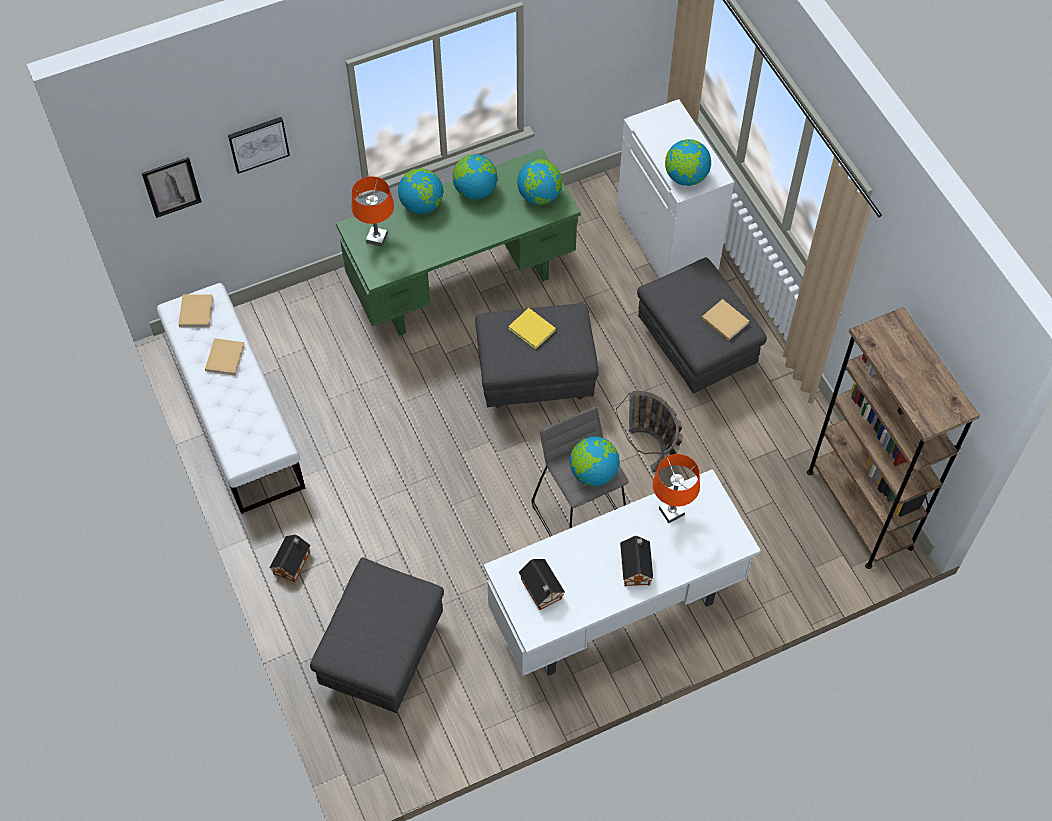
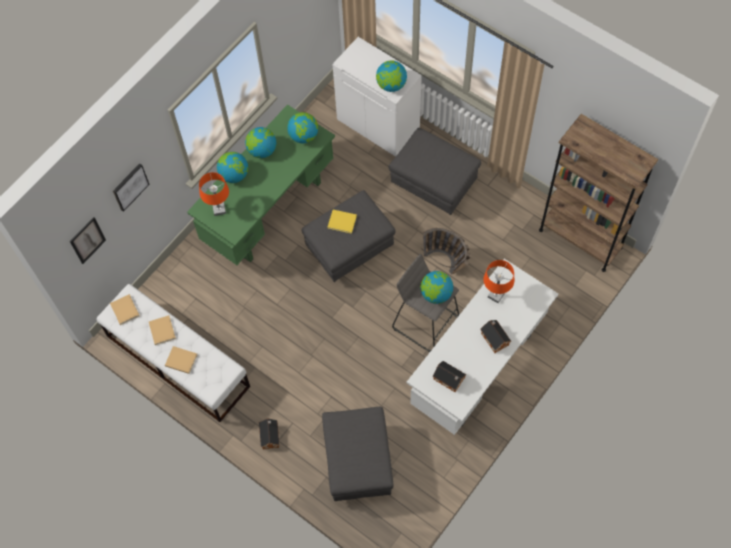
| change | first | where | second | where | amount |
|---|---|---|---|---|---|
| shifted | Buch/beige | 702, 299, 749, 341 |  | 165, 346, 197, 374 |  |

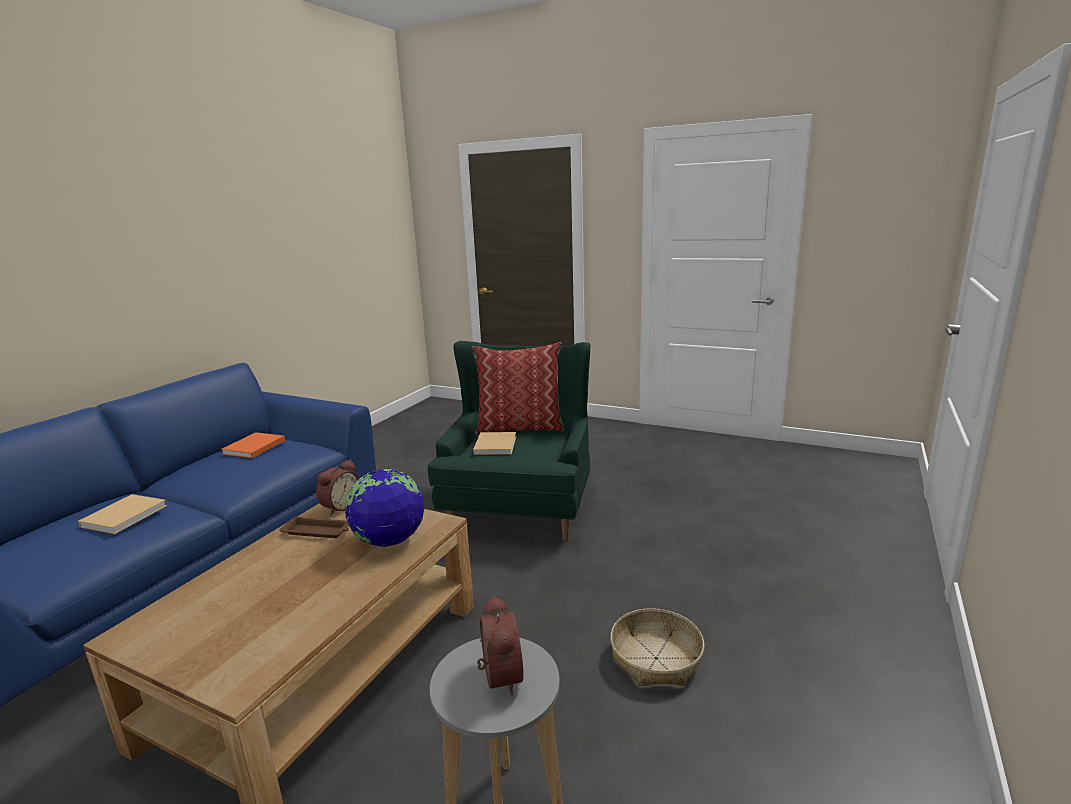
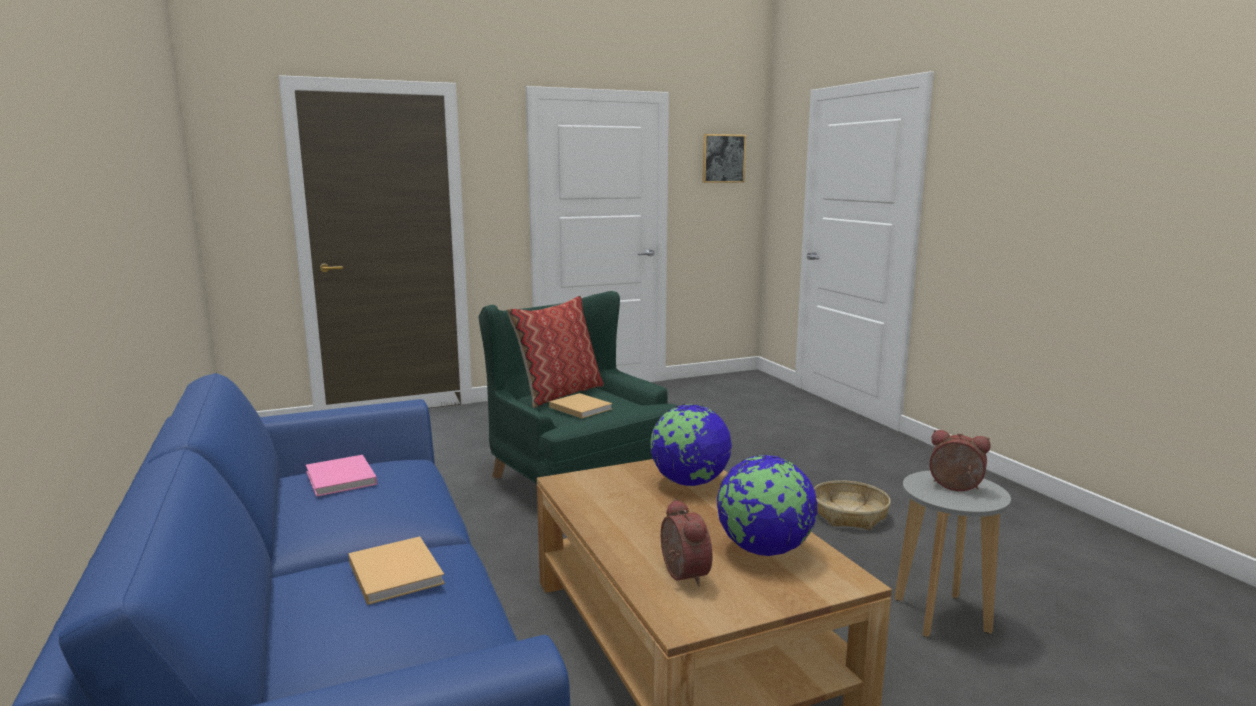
| change | first | where | second | where | amount |
|---|---|---|---|---|---|
| repainted | Buch/orange | 221, 432, 285, 458 | Buch/rosa | 306, 455, 377, 497 |  |
| gone | Tablett/braun | 280, 516, 349, 538 |  |  |  |
| shifted | Wecker | 316, 459, 359, 515 |  | 661, 499, 713, 586 |  |
| new |  |  | Bild | 702, 134, 746, 183 |  |
| new |  |  | Globus | 717, 454, 818, 556 |  |

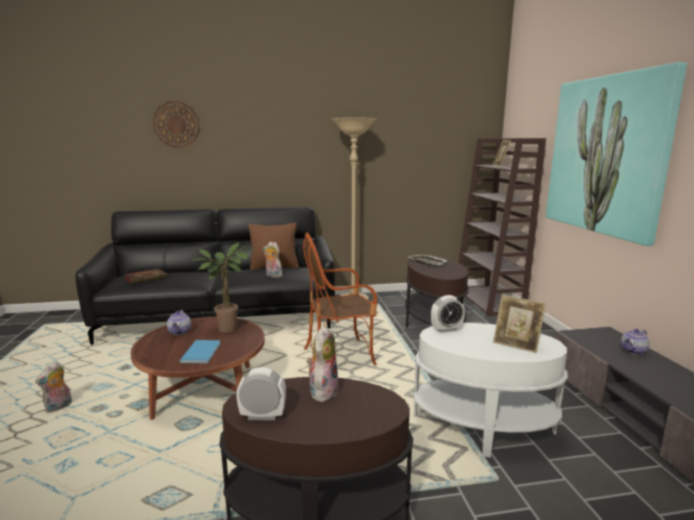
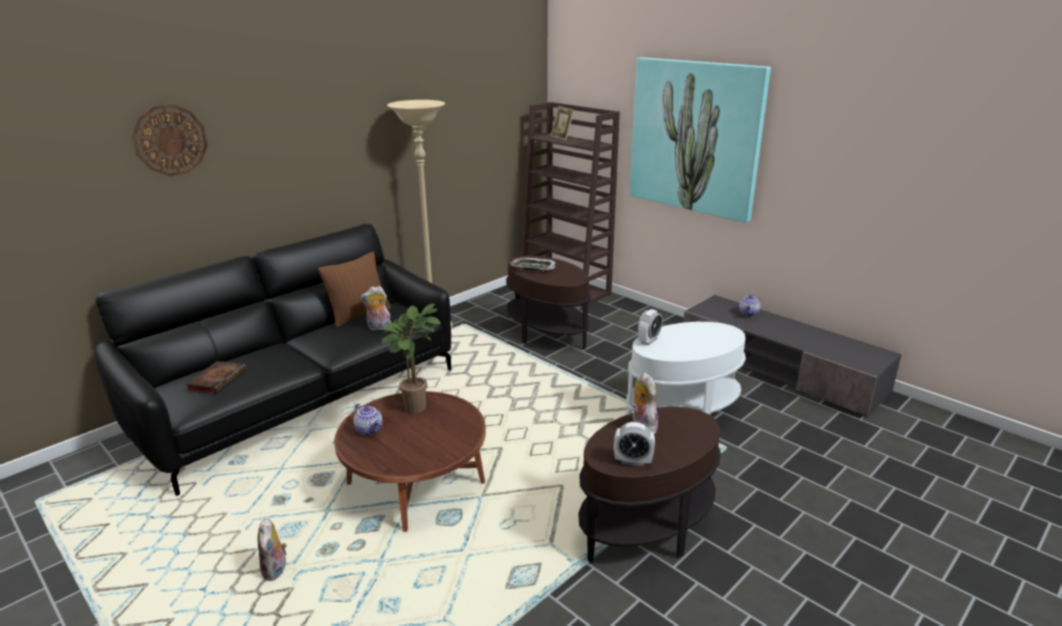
| change | first | where | second | where | amount |
|---|---|---|---|---|---|
| gone | Buch/blau | 179, 340, 221, 363 |  |  |  |
| rotated | Wecker | 236, 367, 286, 420 |  | 614, 422, 655, 466 | 135 degrees counterclockwise |
| gone | Sessel | 303, 232, 377, 365 |  |  |  |
| gone | Bilderrahmen | 493, 295, 546, 353 |  |  |  |

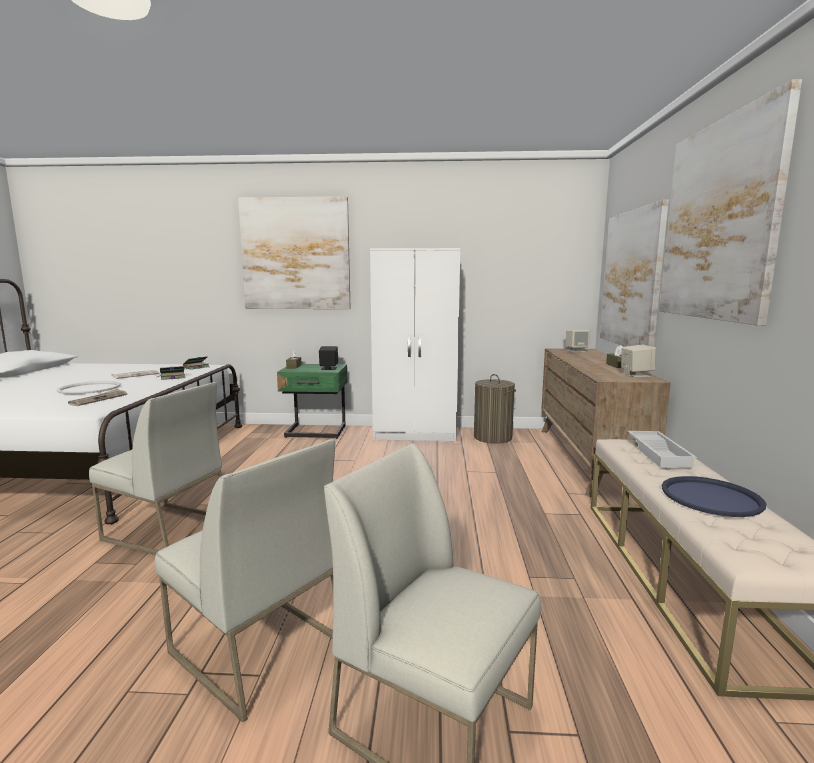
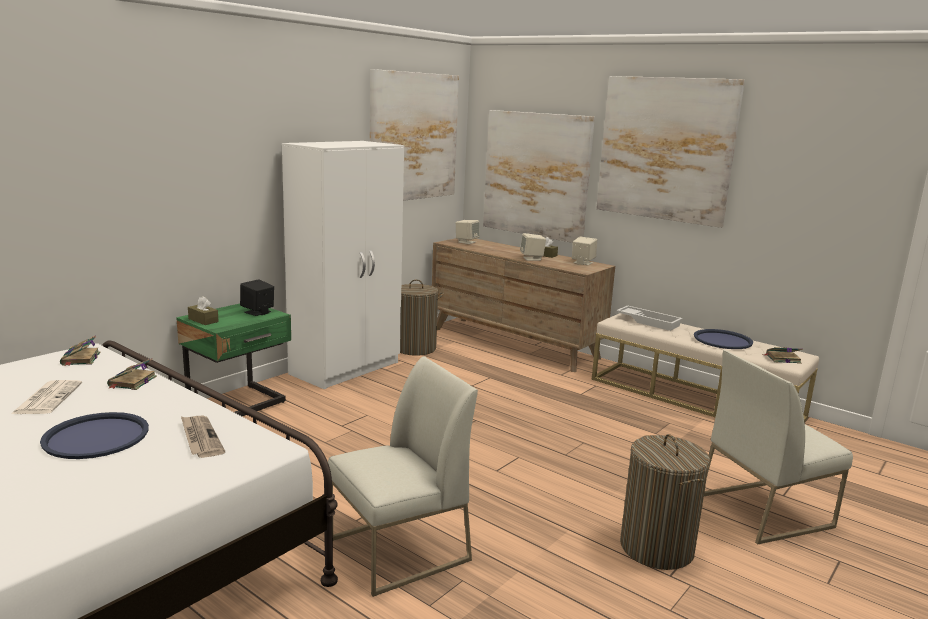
| change | first | where | second | where | amount |
|---|---|---|---|---|---|
| repainted | Tablett/weiß | 56, 381, 121, 394 | Tablett/blau | 40, 412, 149, 459 |  |
| swapped | Stuhl/weiß | 155, 439, 335, 722 | Wäschekorb | 620, 434, 710, 570 |  |
| shifted | Bild | 238, 196, 351, 309 |  | 370, 69, 459, 201 |  |
| new |  |  | Lautsprecher/beige | 520, 233, 546, 261 |  |
| new |  |  | Buch | 763, 347, 803, 364 |  |

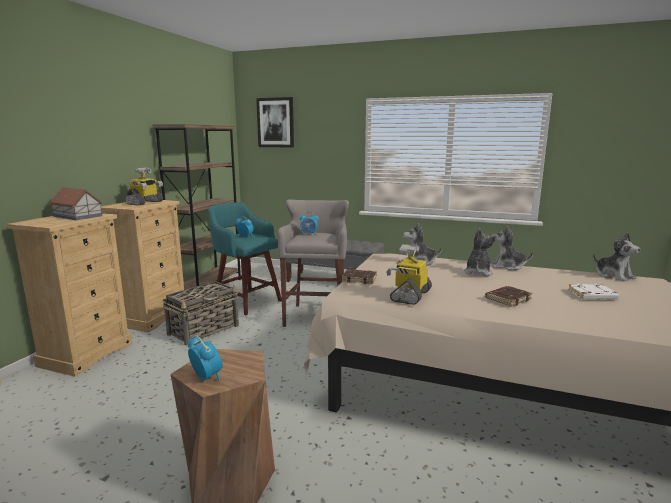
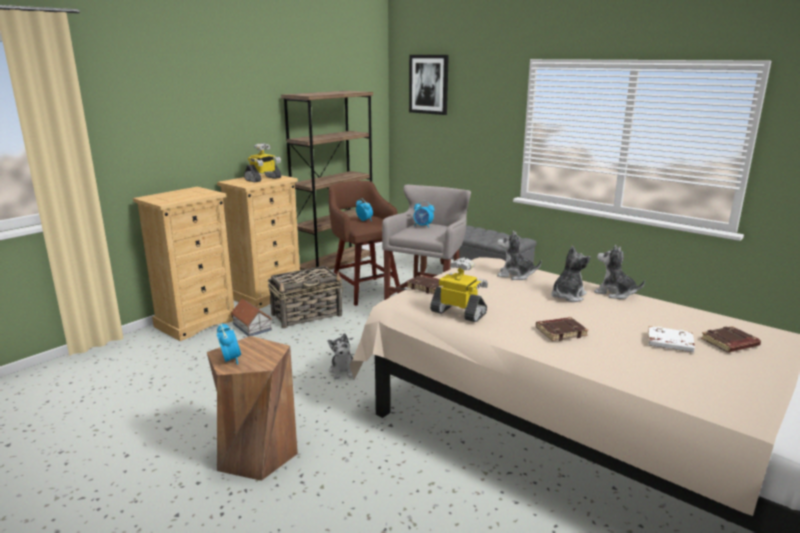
| change | first | where | second | where | amount |
|---|---|---|---|---|---|
| shifted | Spielzeughaus | 50, 187, 102, 220 |  | 231, 299, 272, 337 |  |
| repainted | Hocker/türkis | 208, 202, 282, 315 | Hocker/braun | 329, 181, 400, 306 |  |
| rotated | Spielzeugroboter | 386, 244, 432, 305 |  | 430, 258, 488, 322 | 75 degrees clockwise |
| shifted | Plüschtier | 593, 232, 640, 282 |  | 328, 333, 353, 379 |  |
| new |  |  | Buch/braun | 701, 326, 761, 352 |  |

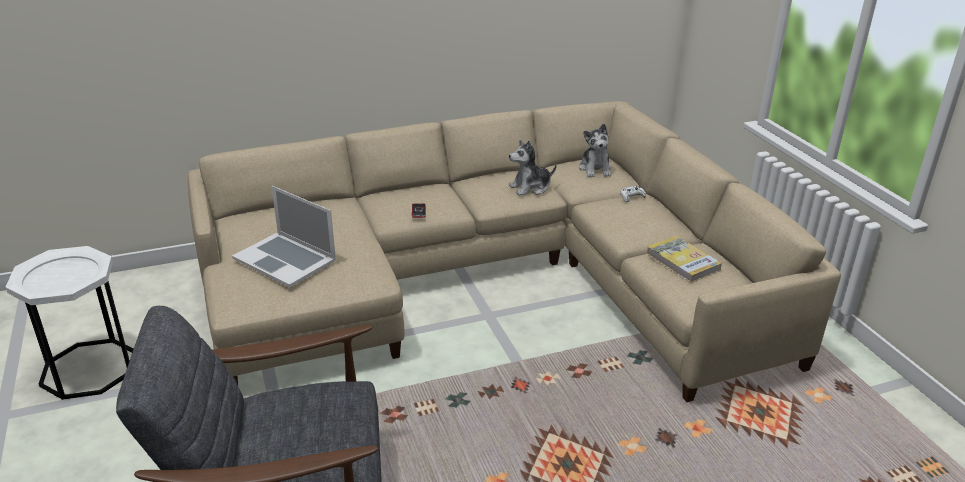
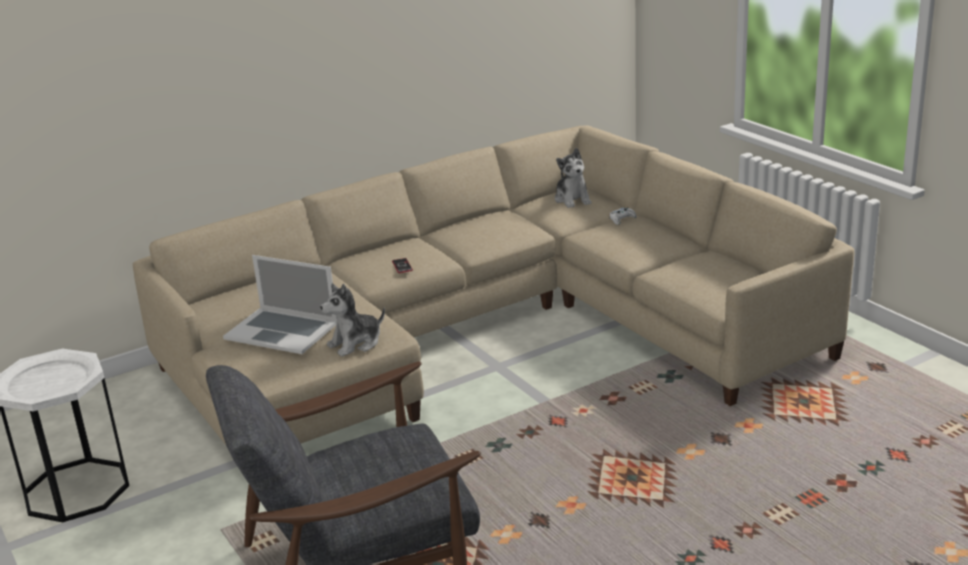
| change | first | where | second | where | amount |
|---|---|---|---|---|---|
| shifted | Plüschtier | 509, 140, 557, 196 |  | 320, 284, 385, 357 |  |
| gone | Buch | 646, 236, 722, 283 |  |  |  |

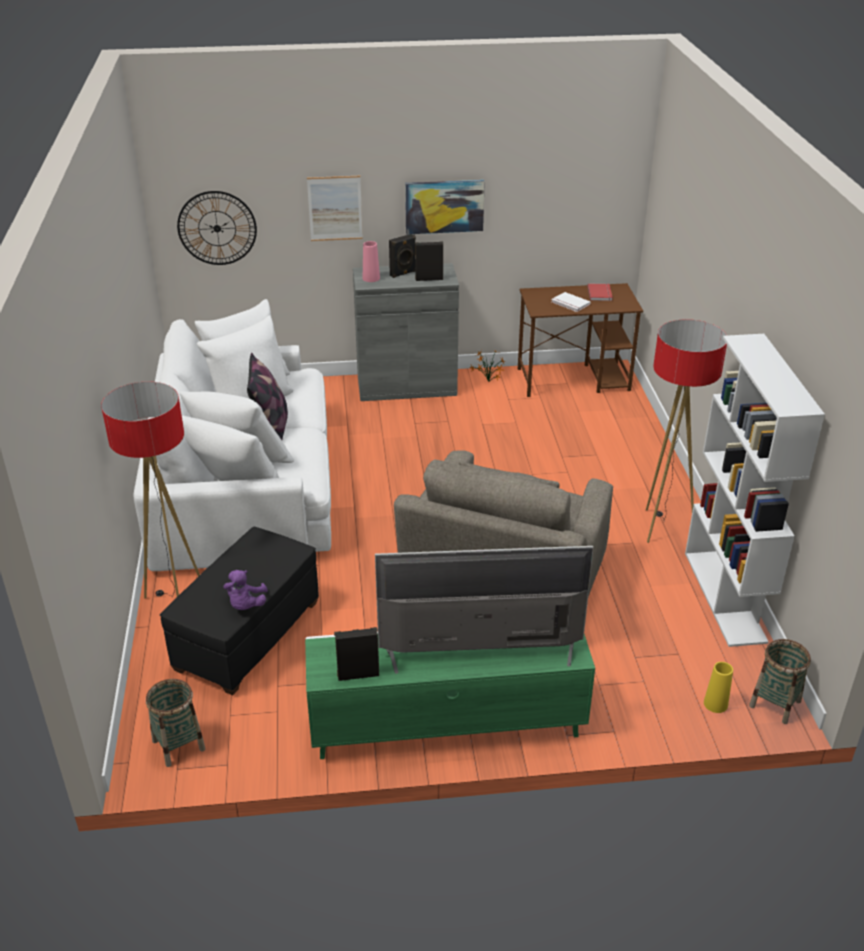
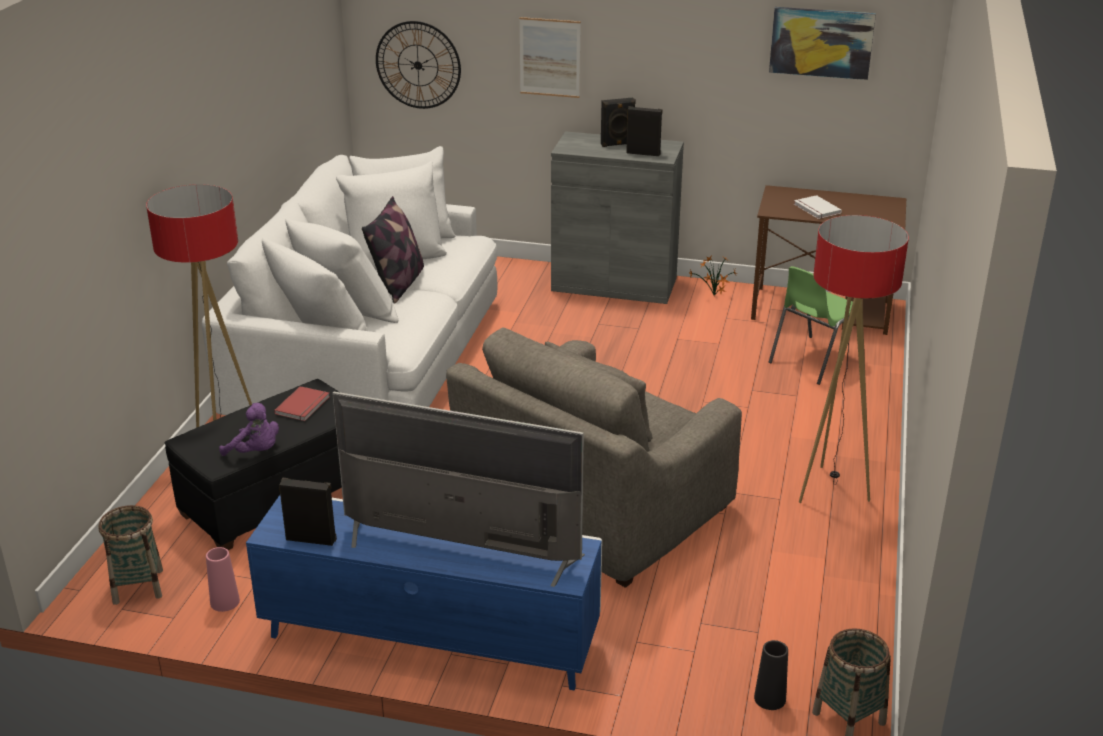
| change | first | where | second | where | amount |
|---|---|---|---|---|---|
| rotated | Plüschtier/lila | 224, 570, 268, 610 |  | 219, 403, 279, 456 | 90 degrees counterclockwise |
| repainted | Fernsehschrank/grün | 305, 631, 595, 759 | Fernsehschrank/blau | 246, 495, 602, 690 |  |
| shifted | Vase/rosa | 363, 241, 380, 282 |  | 206, 547, 240, 612 |  |
| shifted | Bild | 405, 180, 485, 234 |  | 769, 7, 876, 80 |  |
| shifted | Buch/rot | 587, 284, 613, 301 |  | 274, 386, 329, 421 |  |
| gone | Bücherregal/weiß | 685, 334, 825, 647 |  |  |  |
| repainted | Vase/gelb | 704, 662, 733, 713 | Vase/schwarz | 754, 640, 788, 710 |  |
| new |  |  | Stuhl/grün | 769, 266, 853, 385 |  |

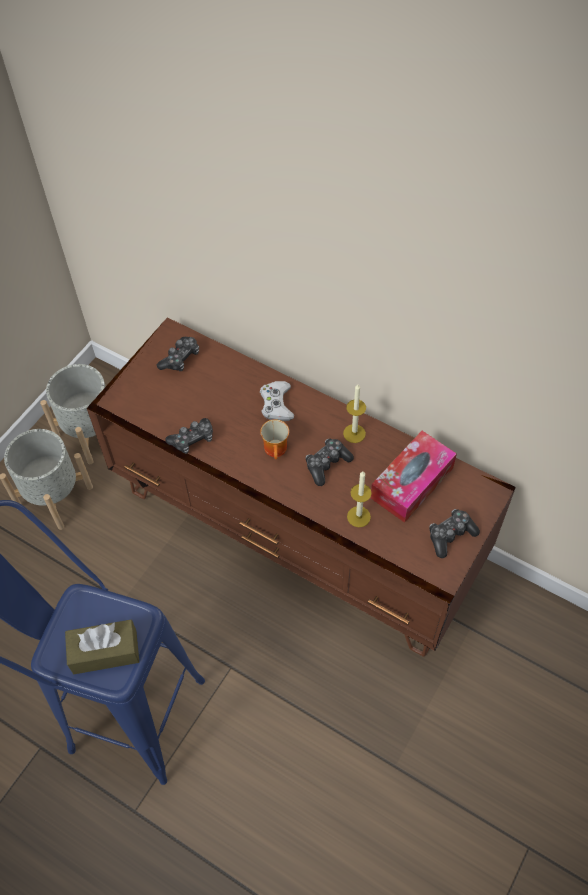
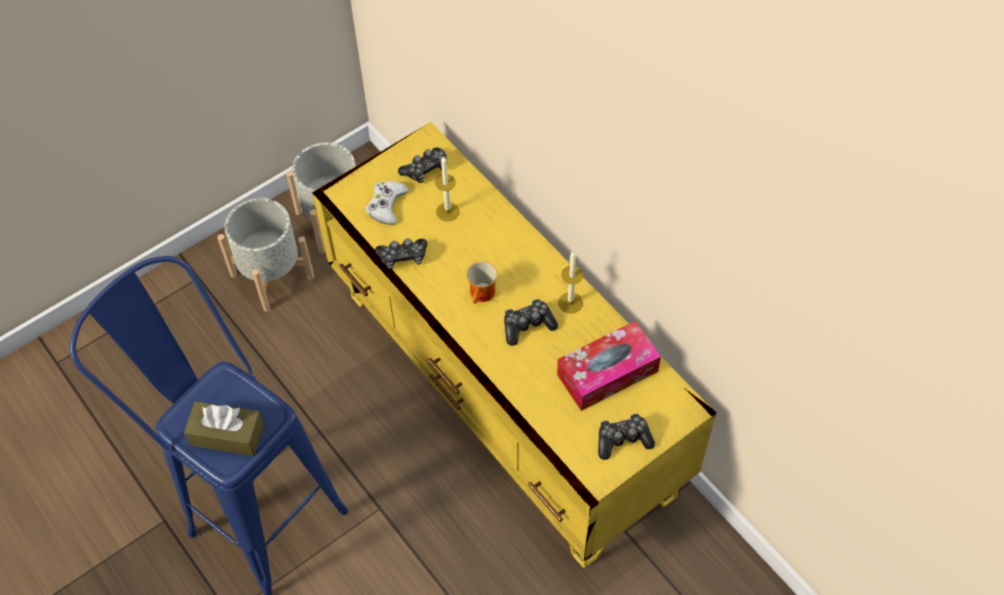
| change | first | where | second | where | amount |
|---|---|---|---|---|---|
| repainted | Fernsehschrank/braun | 87, 317, 516, 657 | Fernsehschrank/gelb | 312, 122, 716, 568 |  |
| shifted | Gamepad/weiß | 260, 381, 294, 421 |  | 366, 181, 409, 225 |  |
| shifted | Kerze | 347, 471, 372, 527 |  | 435, 156, 460, 222 |  |

